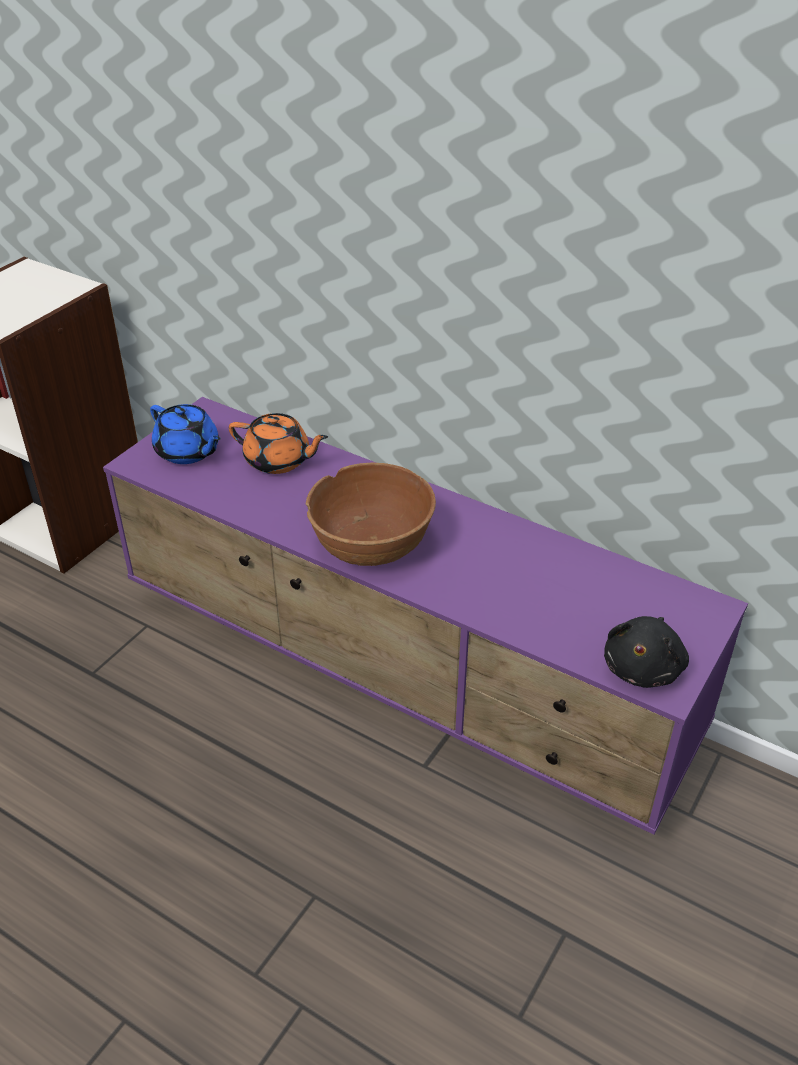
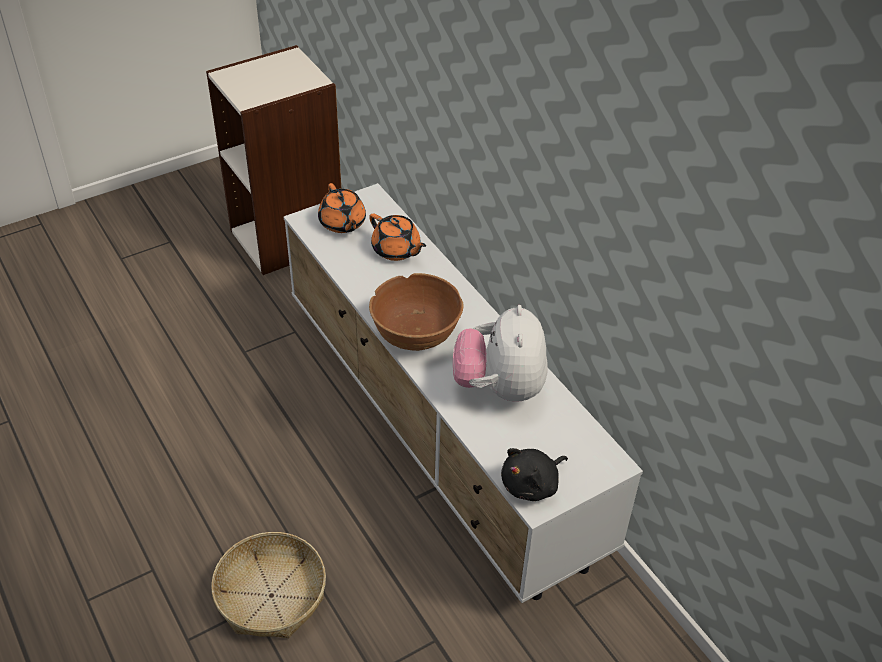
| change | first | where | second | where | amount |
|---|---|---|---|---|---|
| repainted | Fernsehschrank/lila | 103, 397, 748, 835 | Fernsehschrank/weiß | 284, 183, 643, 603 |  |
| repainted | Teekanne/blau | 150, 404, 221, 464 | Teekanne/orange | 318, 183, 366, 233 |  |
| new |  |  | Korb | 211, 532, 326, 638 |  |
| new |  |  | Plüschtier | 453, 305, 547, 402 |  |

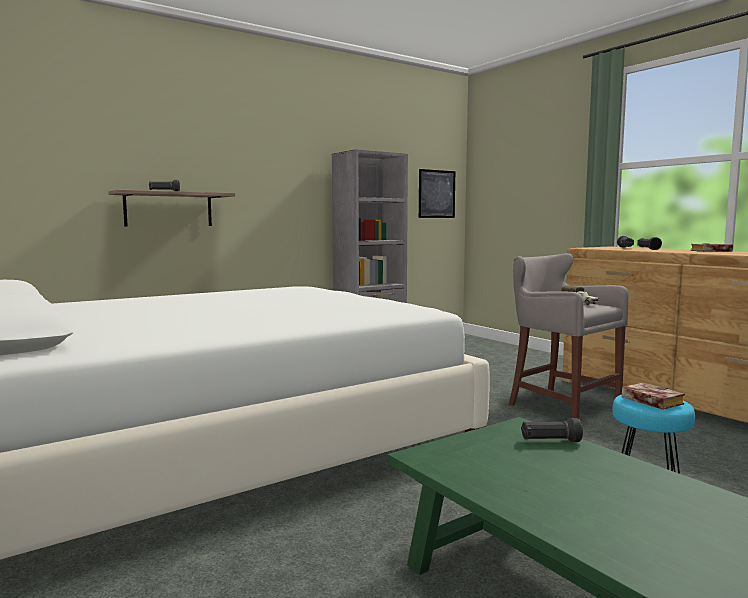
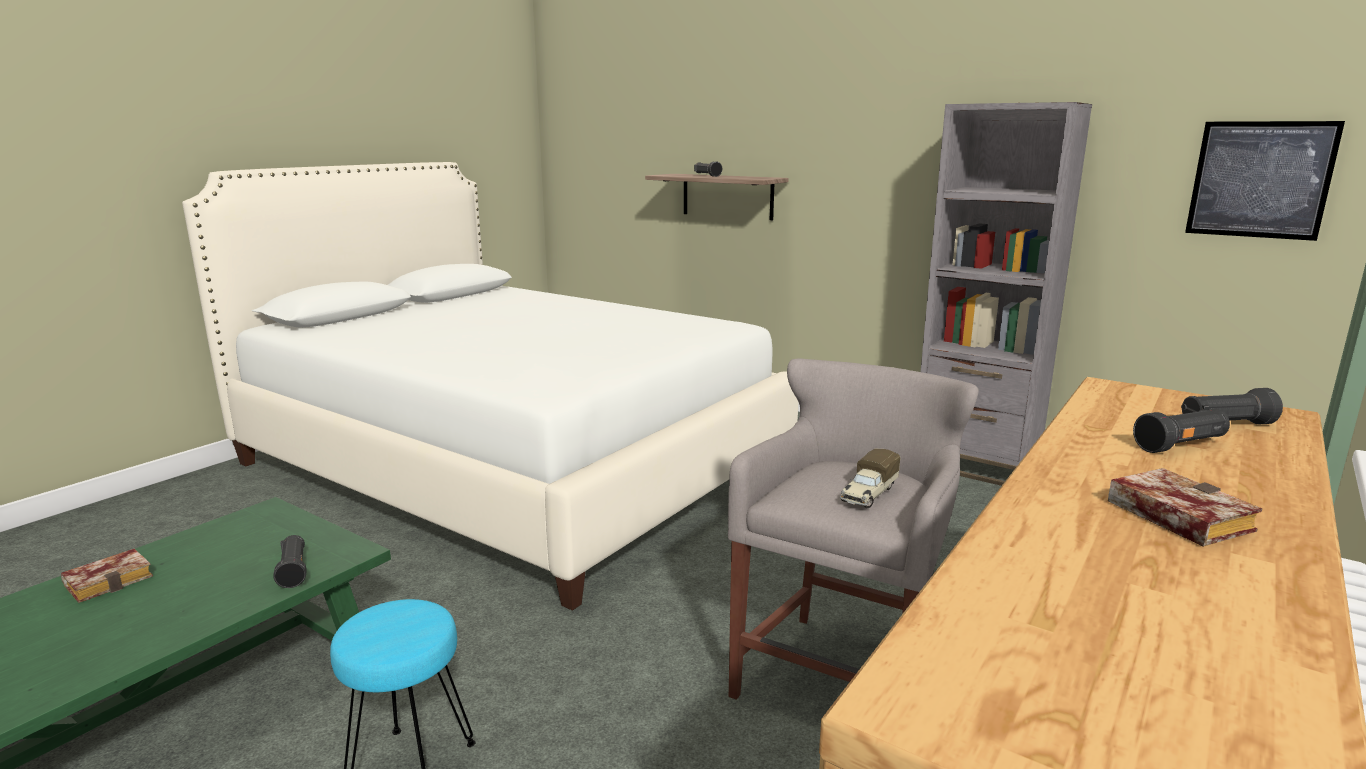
| change | first | where | second | where | amount |
|---|---|---|---|---|---|
| shifted | Buch | 622, 383, 685, 410 |  | 61, 549, 153, 603 |  |

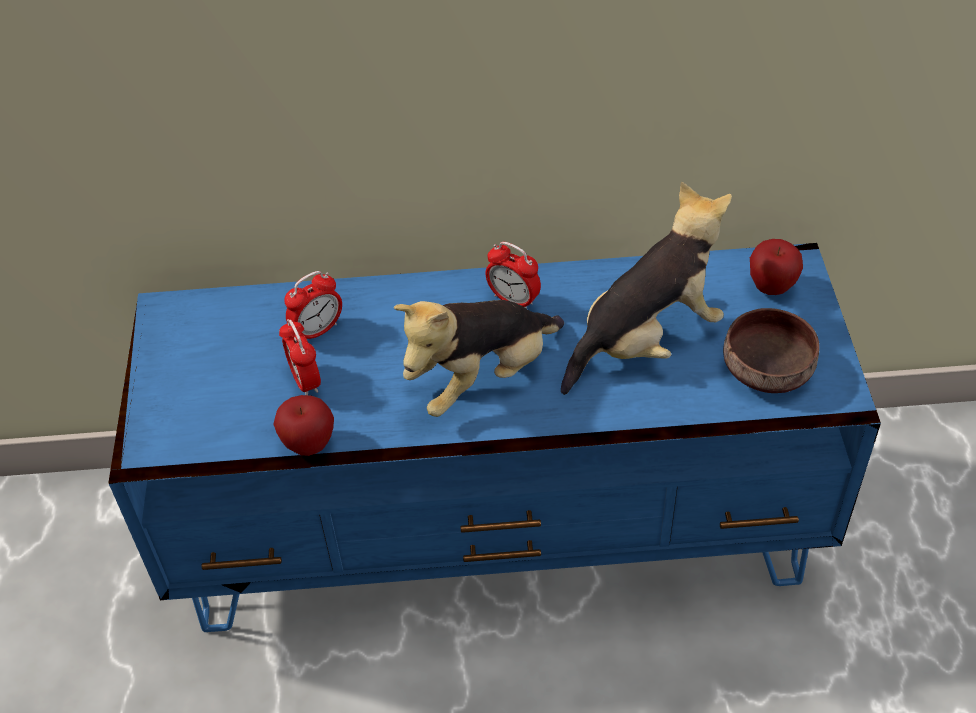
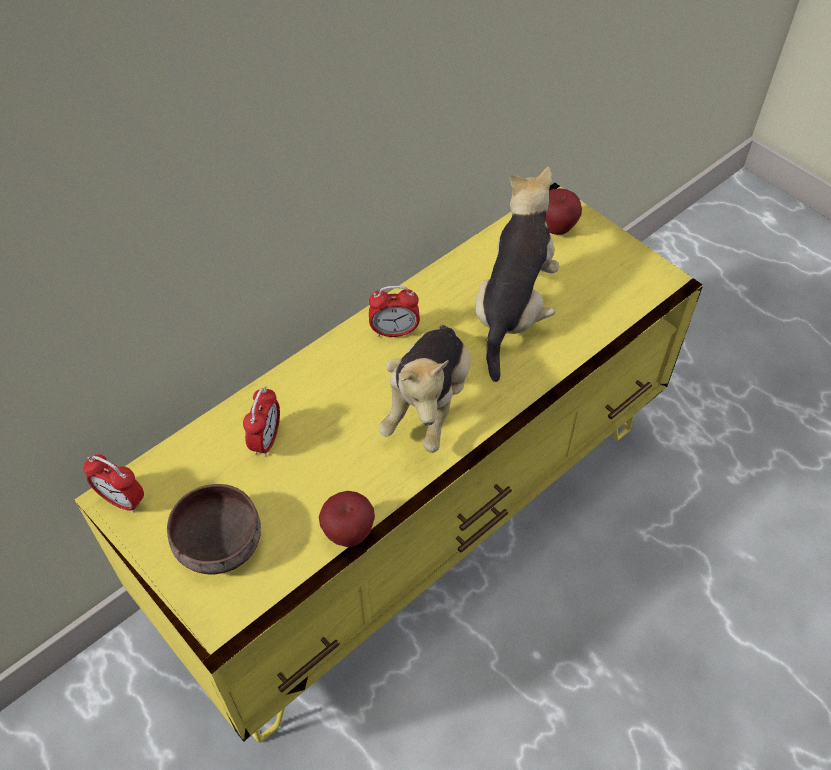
| change | first | where | second | where | amount |
|---|---|---|---|---|---|
| repainted | Fernsehschrank/blau | 108, 243, 881, 632 | Fernsehschrank/gelb | 74, 183, 703, 743 |  |
| shifted | Wecker | 279, 319, 321, 395 |  | 83, 454, 144, 513 |  |
| shifted | Schüssel/braun | 723, 308, 820, 393 |  | 167, 484, 261, 575 |  |

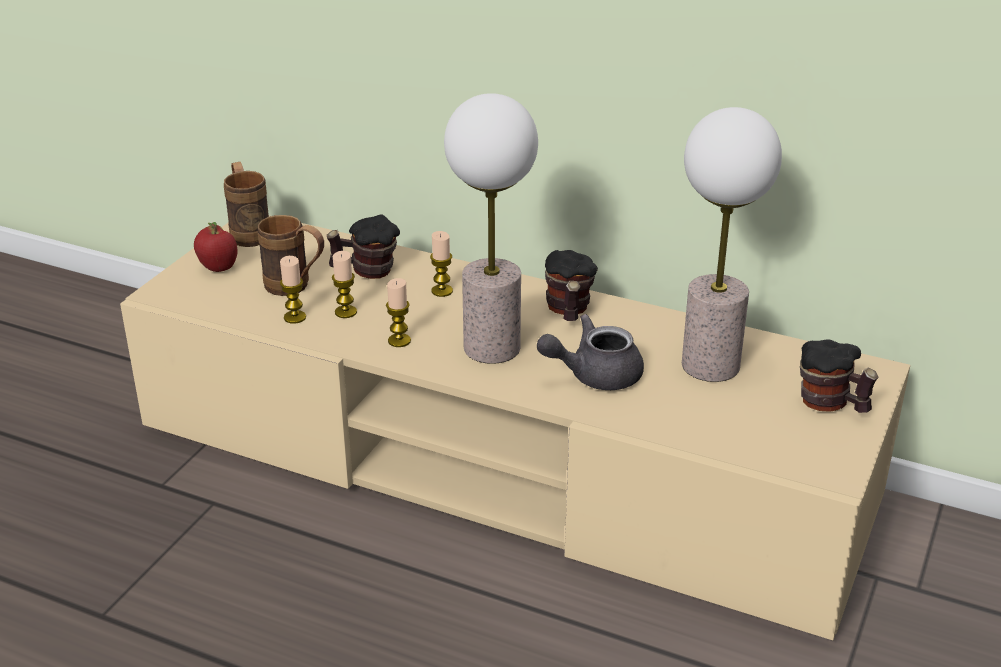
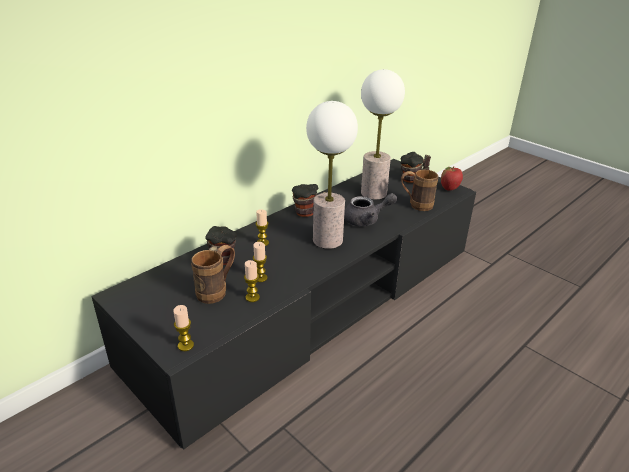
| change | first | where | second | where | amount |
|---|---|---|---|---|---|
| repainted | Fernsehschrank/beige | 120, 215, 910, 640 | Fernsehschrank/schwarz | 91, 159, 476, 450 |  |
| shifted | Apfel | 194, 222, 238, 272 |  | 441, 166, 463, 191 |  |
| shifted | Henkelbecher/braun | 224, 162, 269, 247 |  | 401, 170, 438, 211 |  |
| shifted | Kerze | 386, 278, 411, 347 |  | 173, 305, 194, 351 |  |
| rotated | Teekanne/grau | 537, 314, 644, 390 |  | 344, 193, 397, 226 | 105 degrees counterclockwise |

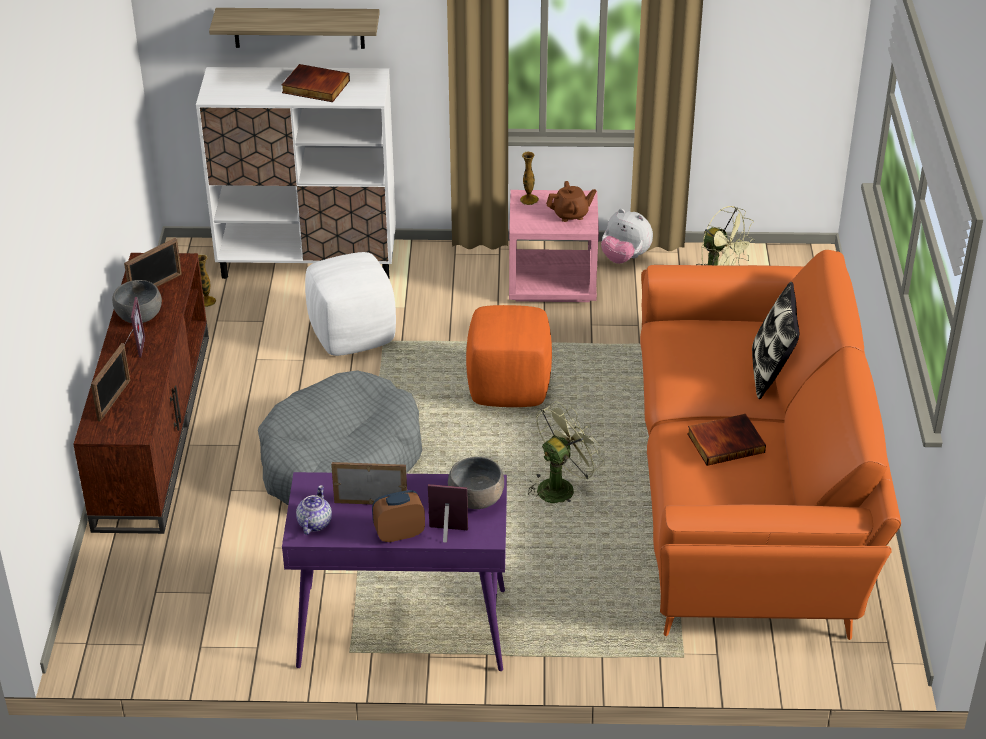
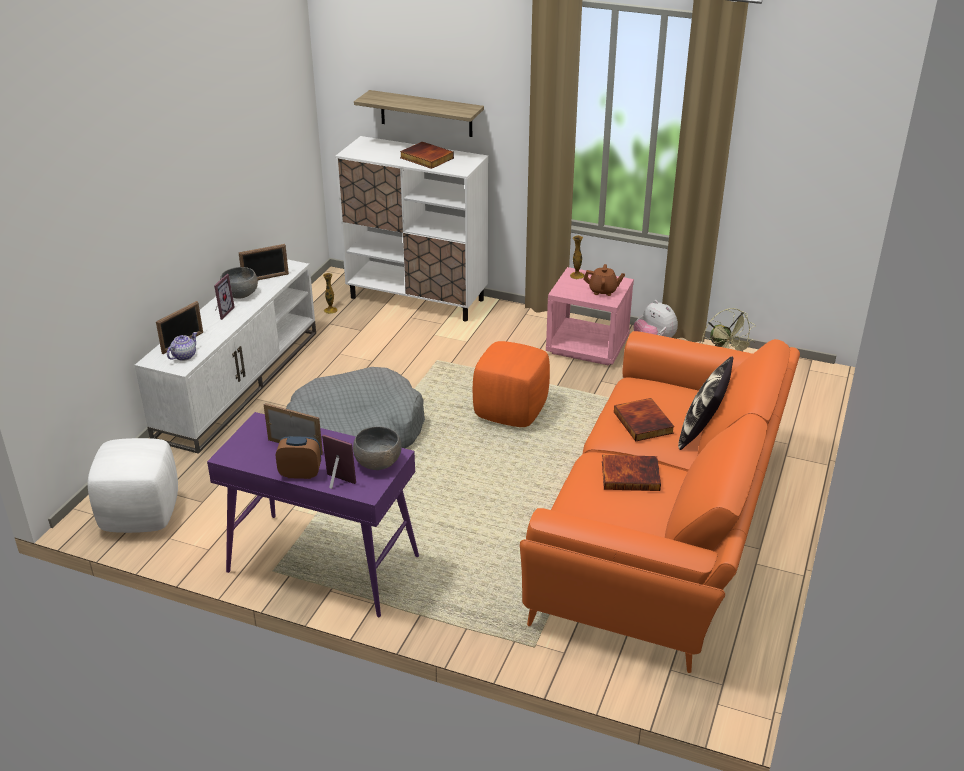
| change | first | where | second | where | amount |
|---|---|---|---|---|---|
| repainted | Fernsehschrank/braun | 73, 253, 209, 534 | Fernsehschrank/weiß | 135, 259, 316, 454 |  |
| shifted | Teekanne | 296, 485, 332, 535 |  | 167, 332, 197, 361 |  |
| shifted | Polsterhocker/weiß | 305, 252, 396, 356 |  | 88, 438, 178, 533 |  |
| gone | Ventilator/grün | 528, 401, 604, 503 |  |  |  |
| new |  |  | Buch | 614, 398, 674, 442 |  |

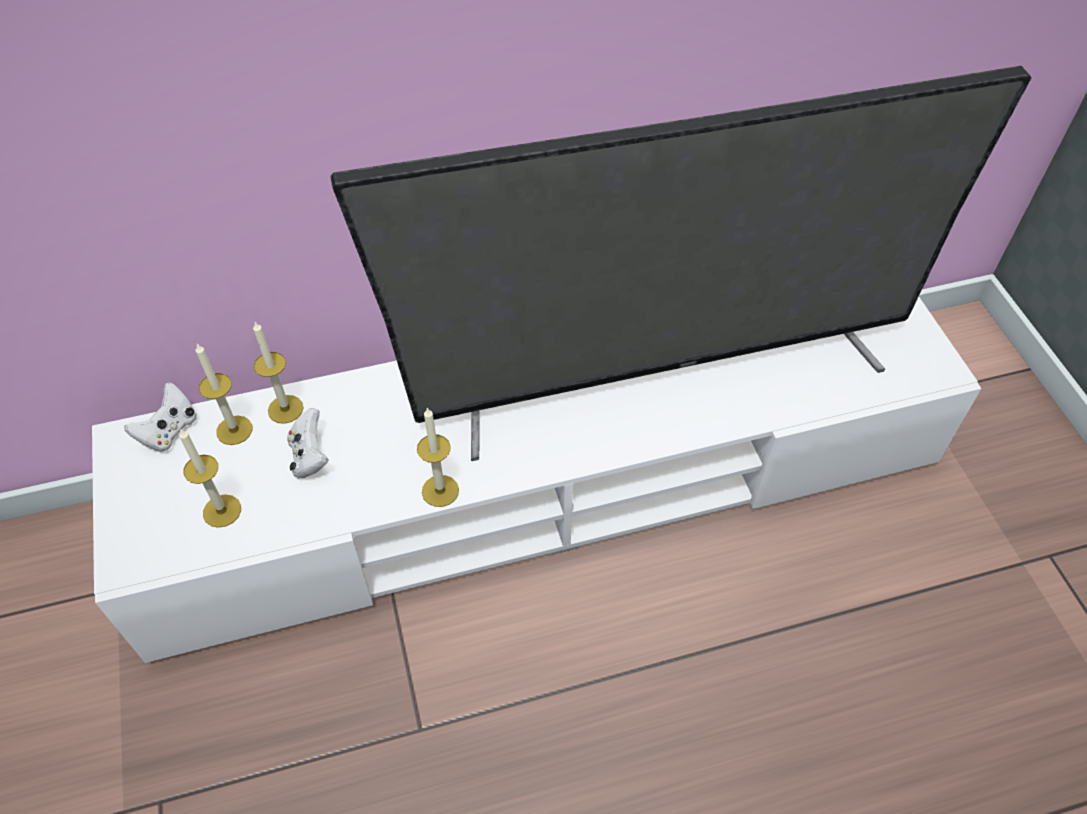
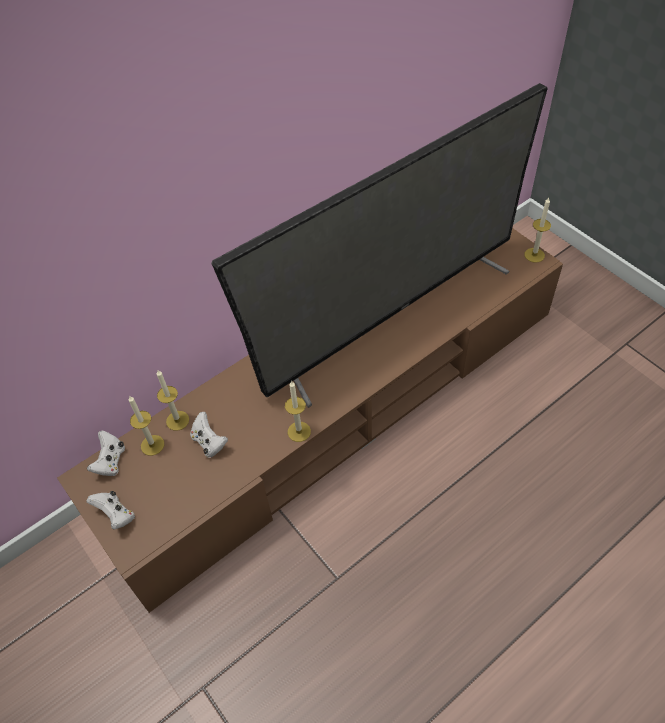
| change | first | where | second | where | amount |
|---|---|---|---|---|---|
| repainted | Fernsehschrank/weiß | 92, 297, 981, 663 | Fernsehschrank/braun | 57, 228, 563, 613 |  |
| shifted | Kerze | 179, 428, 241, 528 |  | 524, 198, 551, 263 |  |
| new |  |  | Gamepad/weiß | 87, 491, 135, 529 |  |

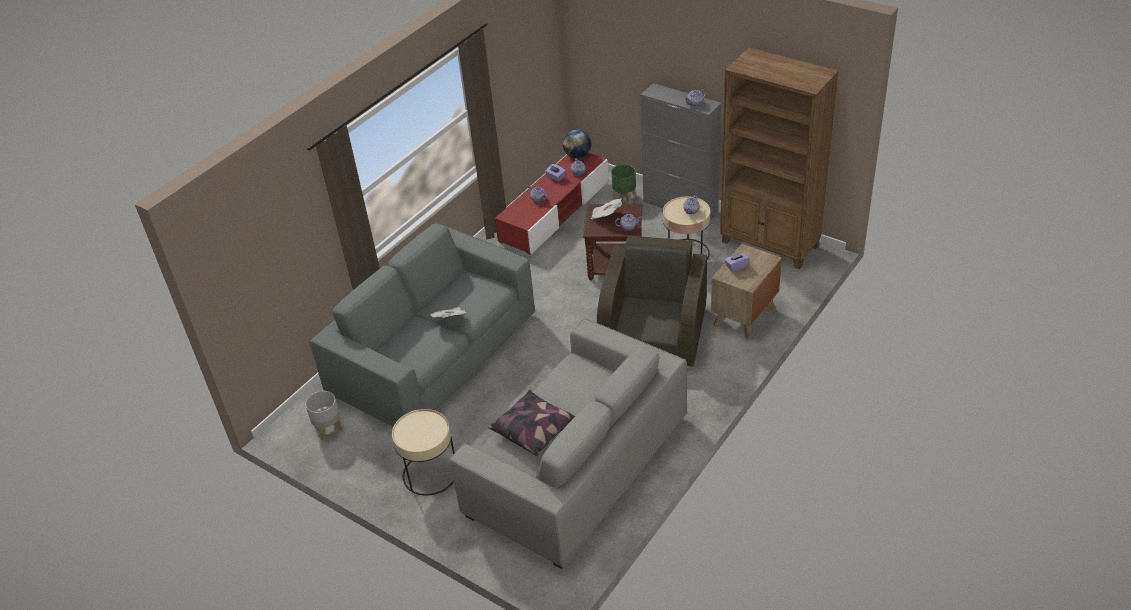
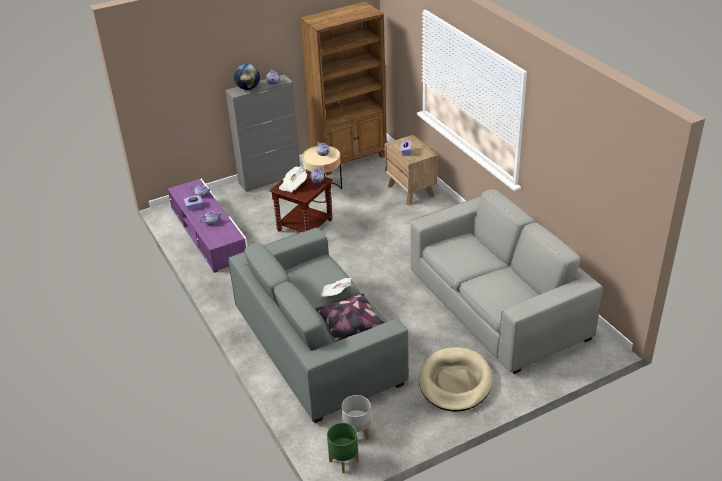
| change | first | where | second | where | amount |
|---|---|---|---|---|---|
| swapped | Beistelltisch/beige | 392, 409, 455, 496 | Hundebett/beige | 419, 347, 493, 412 |  |
| shifted | Kissen | 487, 390, 575, 456 |  | 315, 294, 385, 342 |  |
| repainted | Fernsehschrank/rot | 495, 153, 609, 254 | Fernsehschrank/lila | 168, 179, 247, 273 |  |
| shifted | Globus | 563, 130, 591, 159 |  | 234, 63, 260, 90 |  |
| gone | Sessel/braun | 597, 235, 707, 368 |  |  |  |
| shifted | Pflanzkübel/grün | 611, 164, 636, 204 |  | 327, 423, 359, 473 |  |

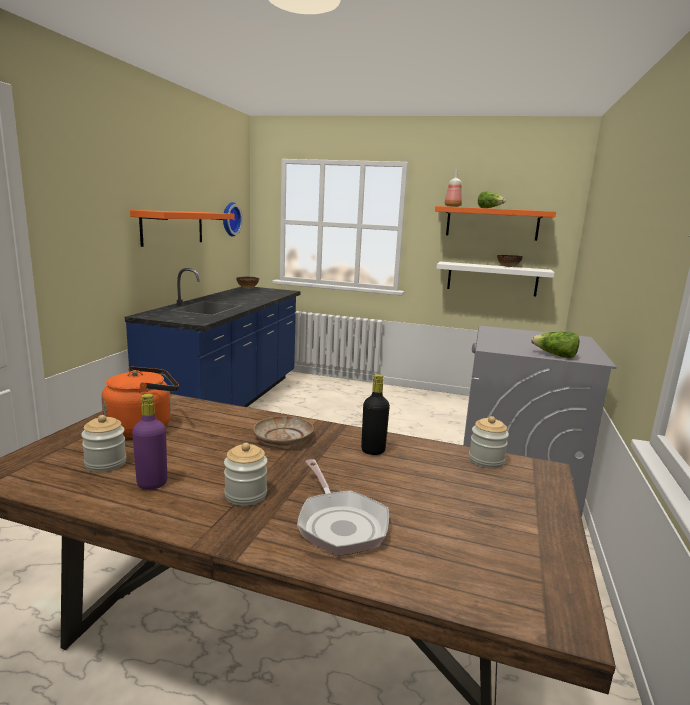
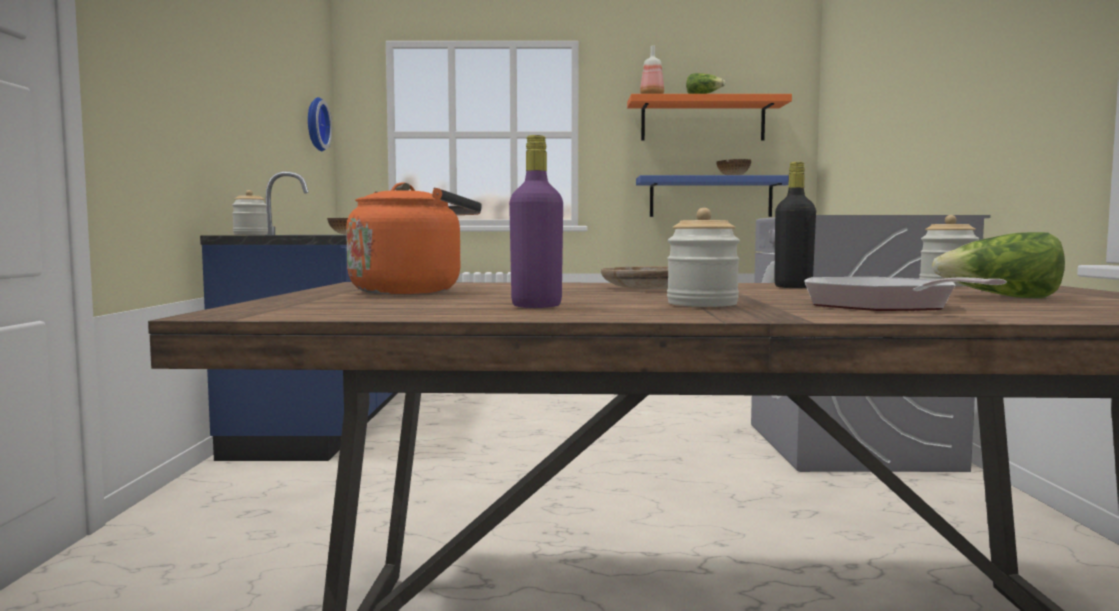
| change | first | where | second | where | amount |
|---|---|---|---|---|---|
| shifted | Vorratsglas | 81, 415, 126, 472 |  | 232, 190, 268, 235 |  |
| gone | Wandregal/orange | 130, 210, 235, 247 |  |  |  |
| rotated | Pfanne | 297, 459, 389, 556 |  | 804, 277, 1007, 311 | 150 degrees counterclockwise |
| repainted | Wandregal/weiß | 436, 262, 554, 296 | Wandregal/blau | 636, 175, 789, 217 |  |
| shifted | Salatkopf | 531, 331, 579, 358 |  | 932, 232, 1065, 298 |  |

